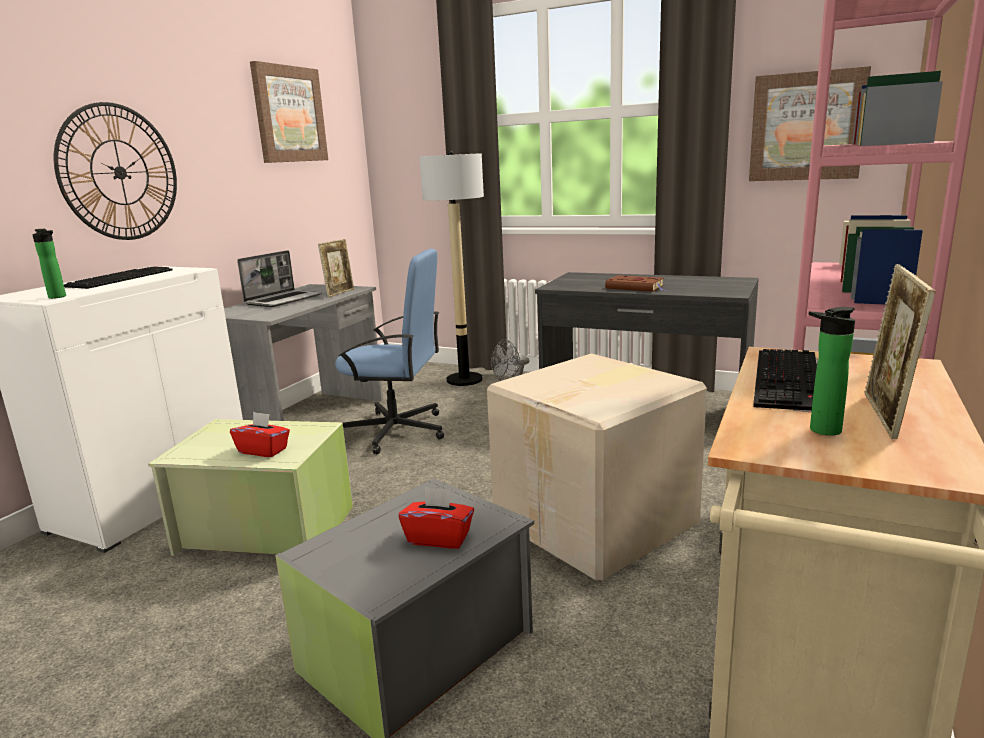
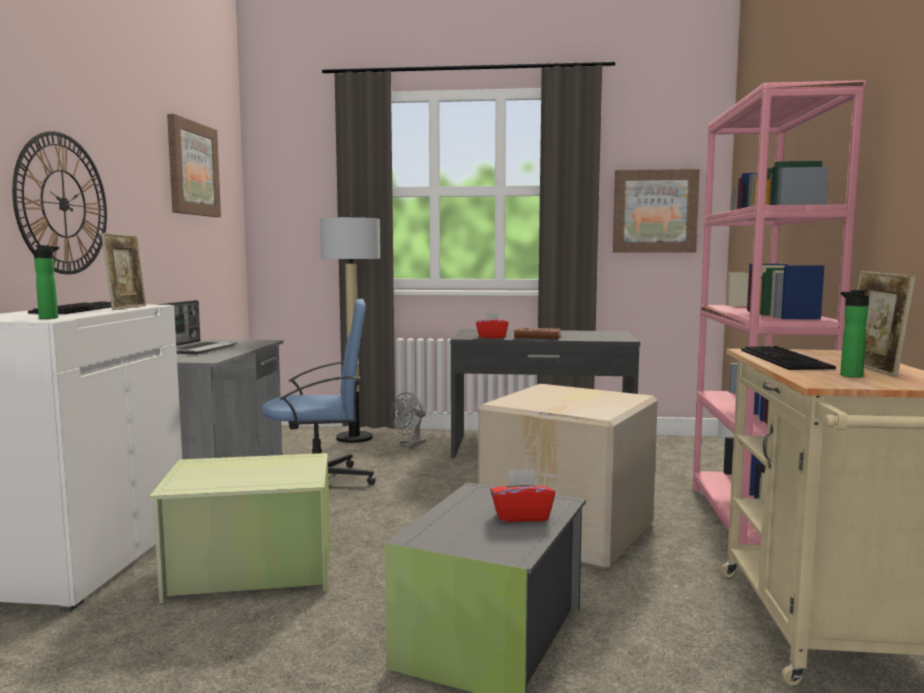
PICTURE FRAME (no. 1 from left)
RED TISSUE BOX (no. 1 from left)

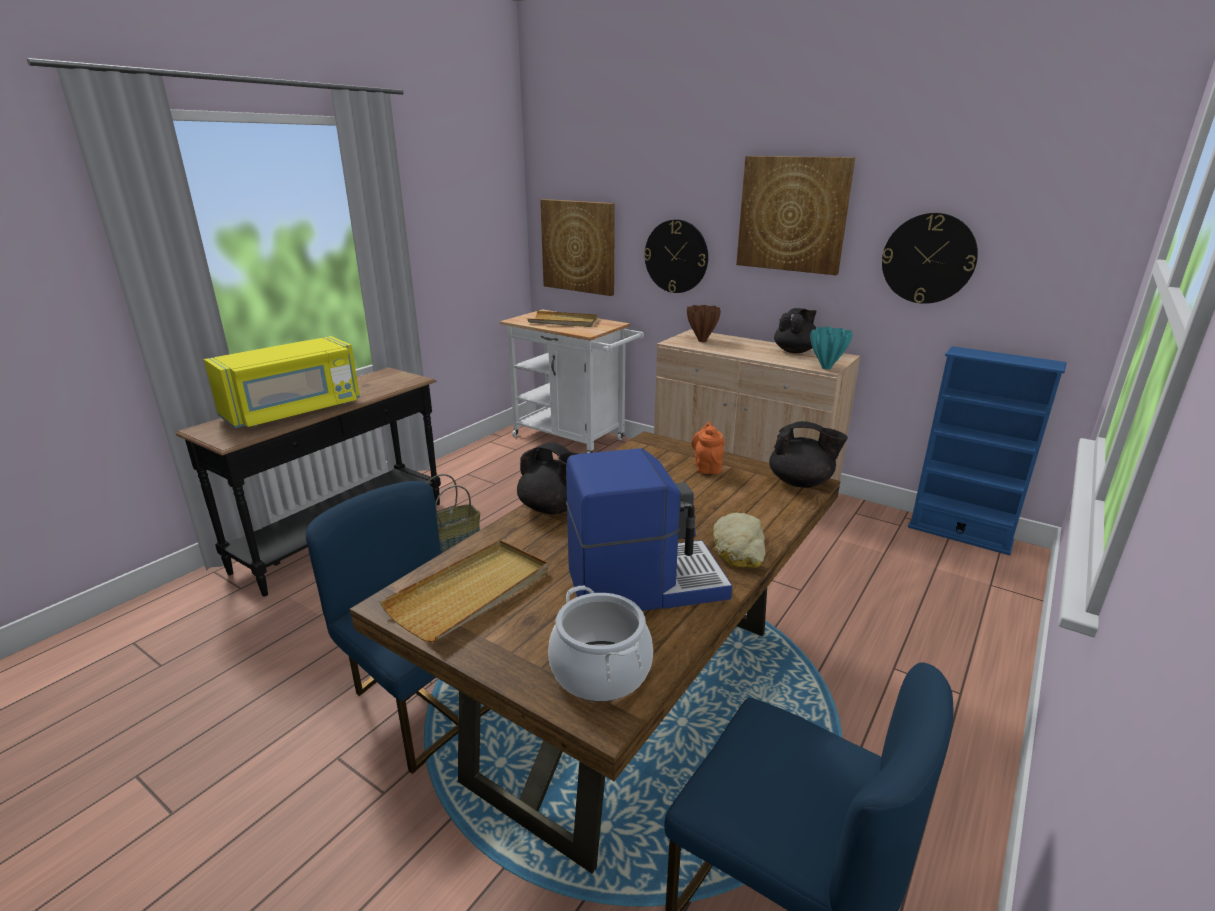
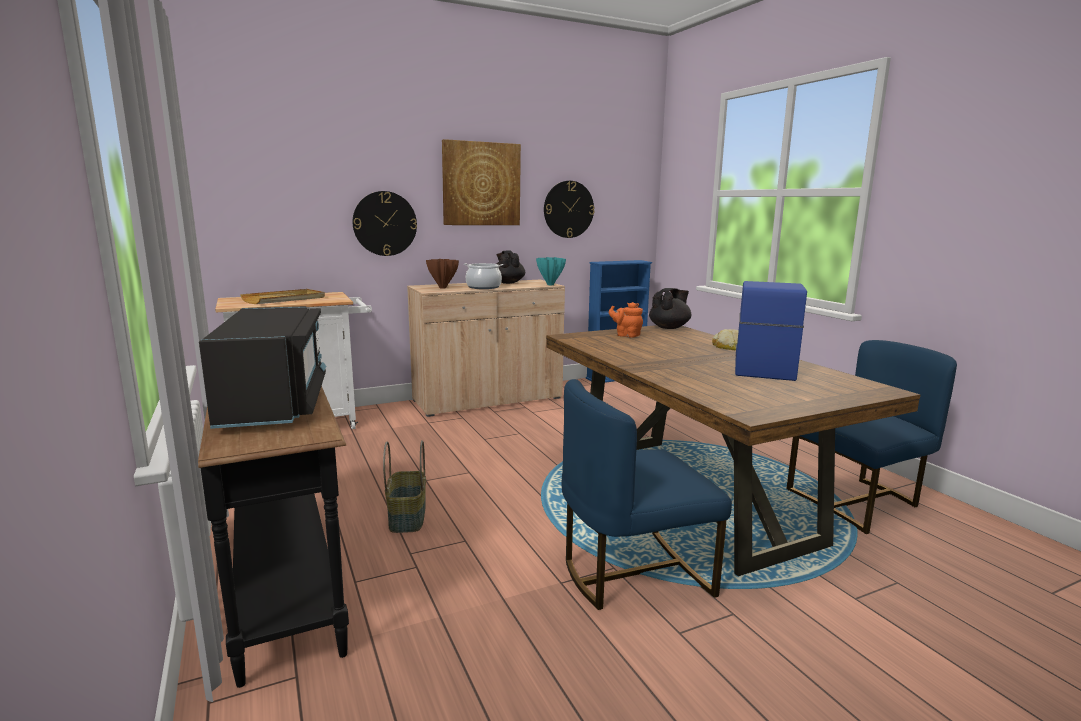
BLACK MICROWAVE
COOKING POT
BEIGE TRAY (no. 1 from left in the first image)
BLACK TEAPOT (no. 1 from left in the first image)
PICTURE (no. 1 from left in the first image)

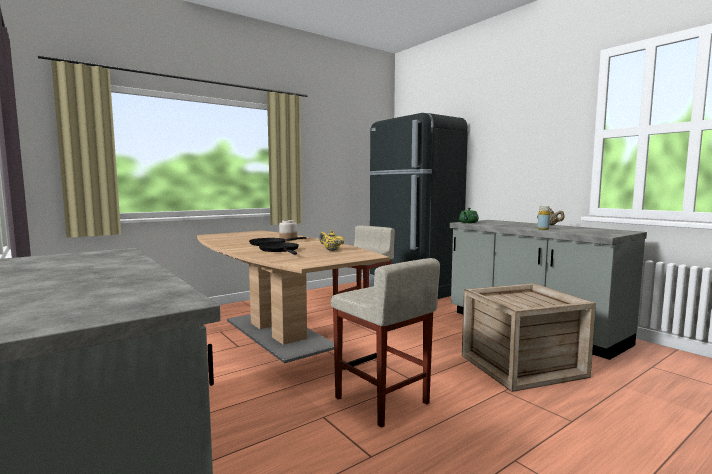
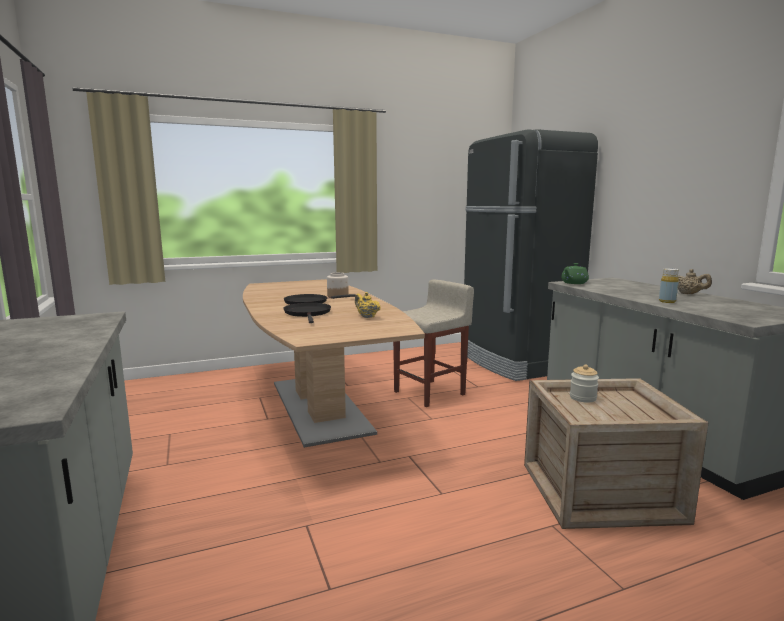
JAR (no. 2 from left)
BEIGE STOOL (no. 2 from left in the first image)

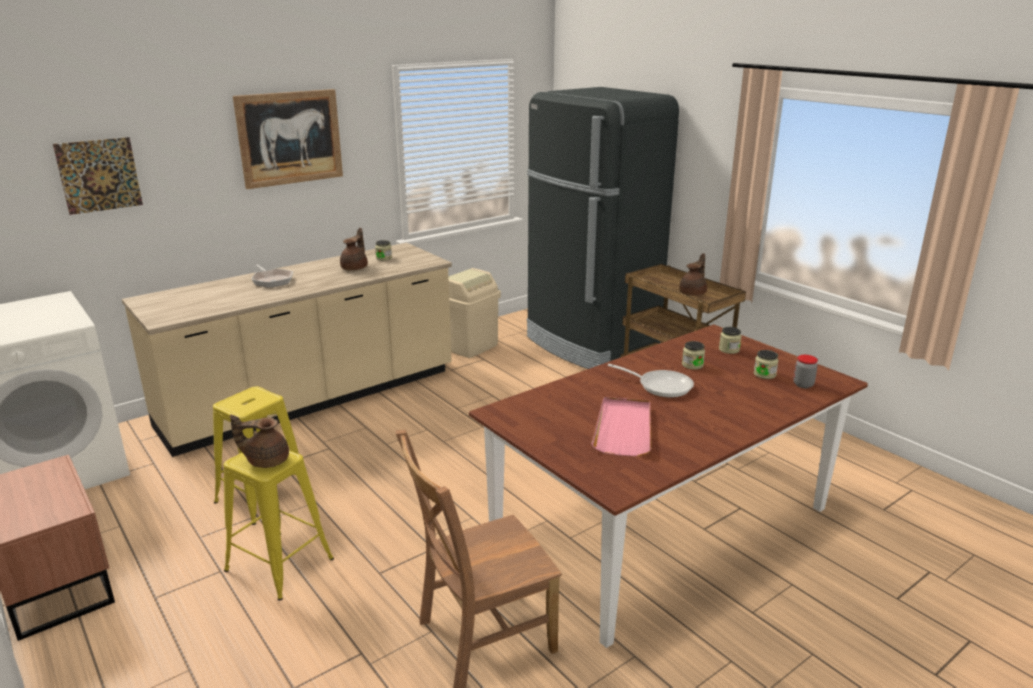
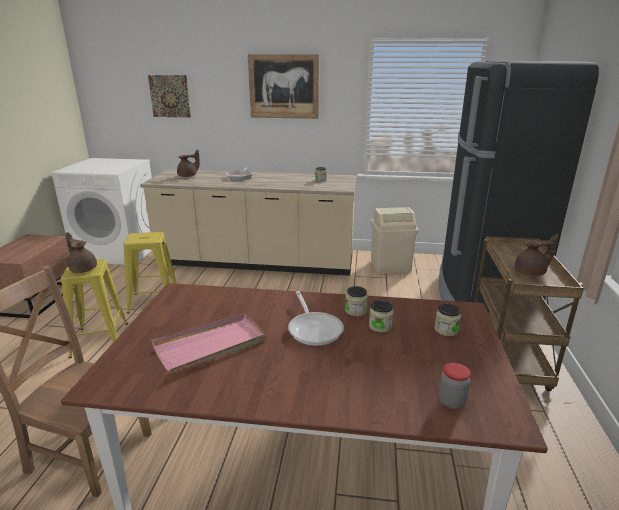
BROWN TEAPOT (no. 2 from left)
JAR (no. 2 from left)

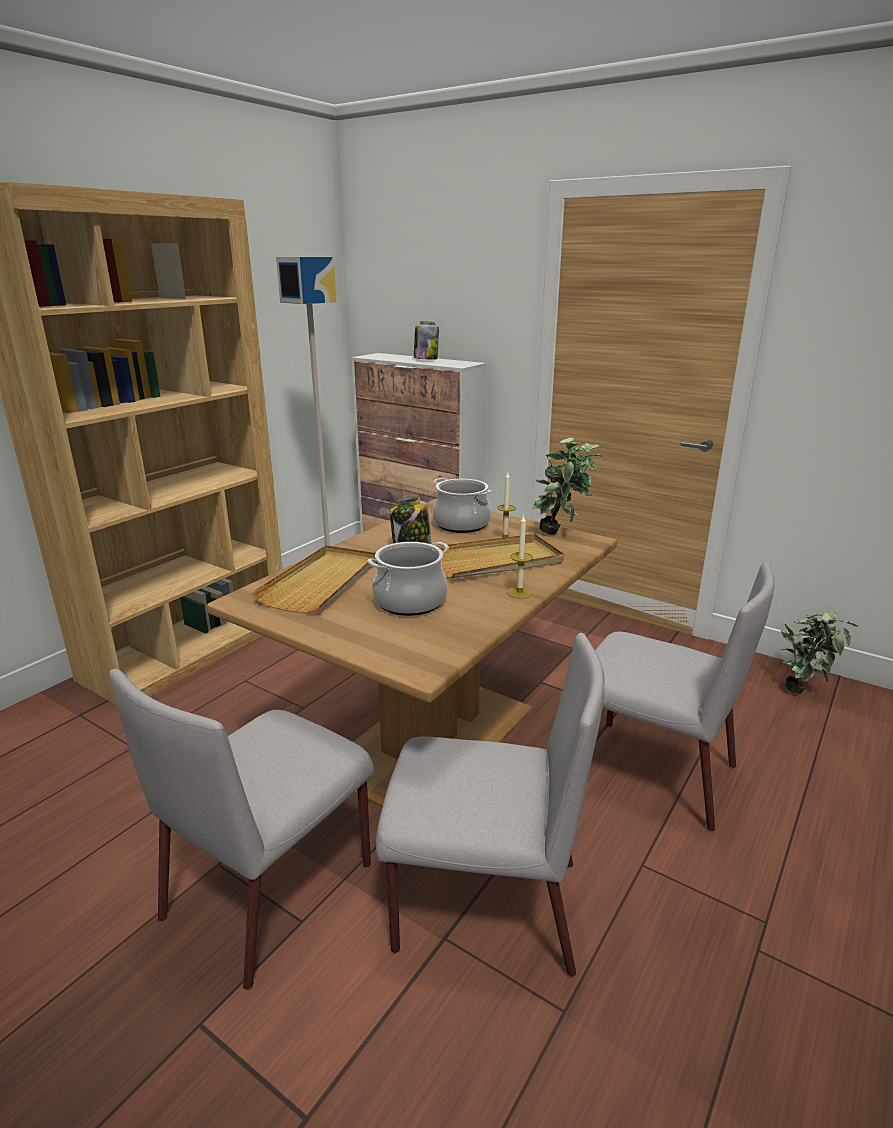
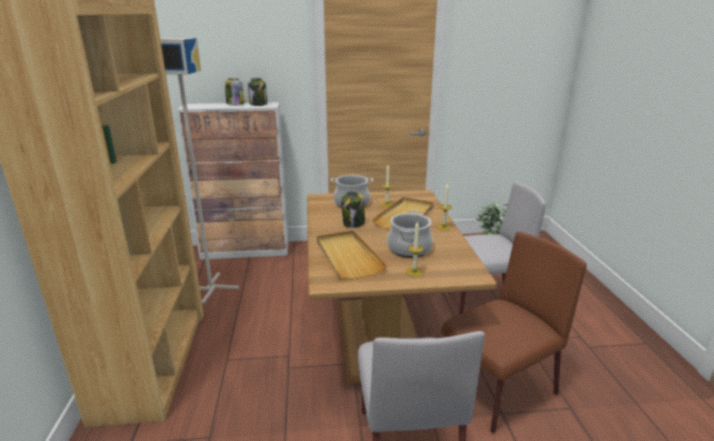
JAR (no. 2 from left)
CANDLE (no. 2 from left)
BROWN CHAIR
POTTED PLANT (no. 1 from left in the first image)

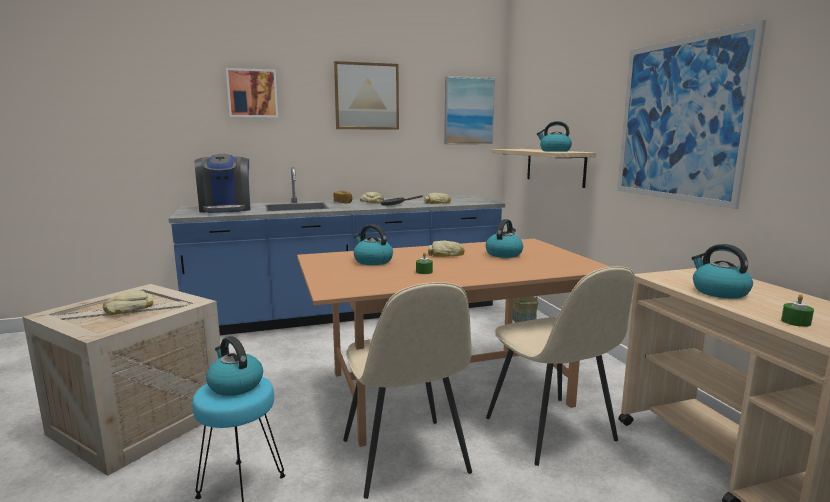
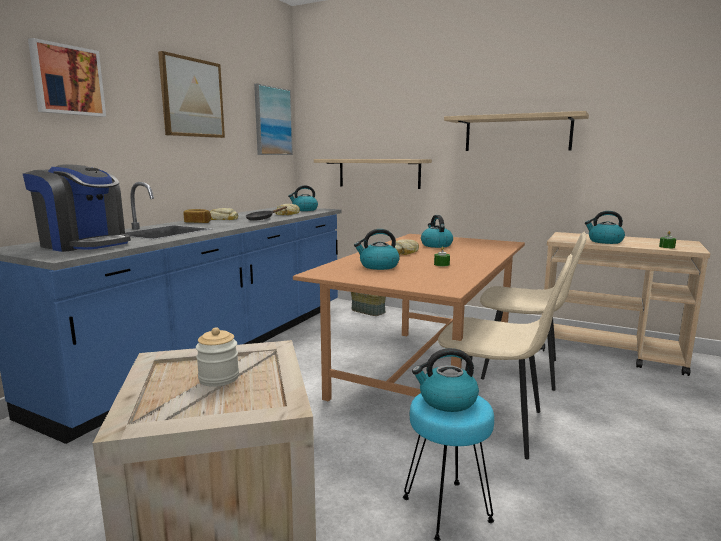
JAR
KETTLE (no. 1 from left)
SHELF (no. 2 from left)

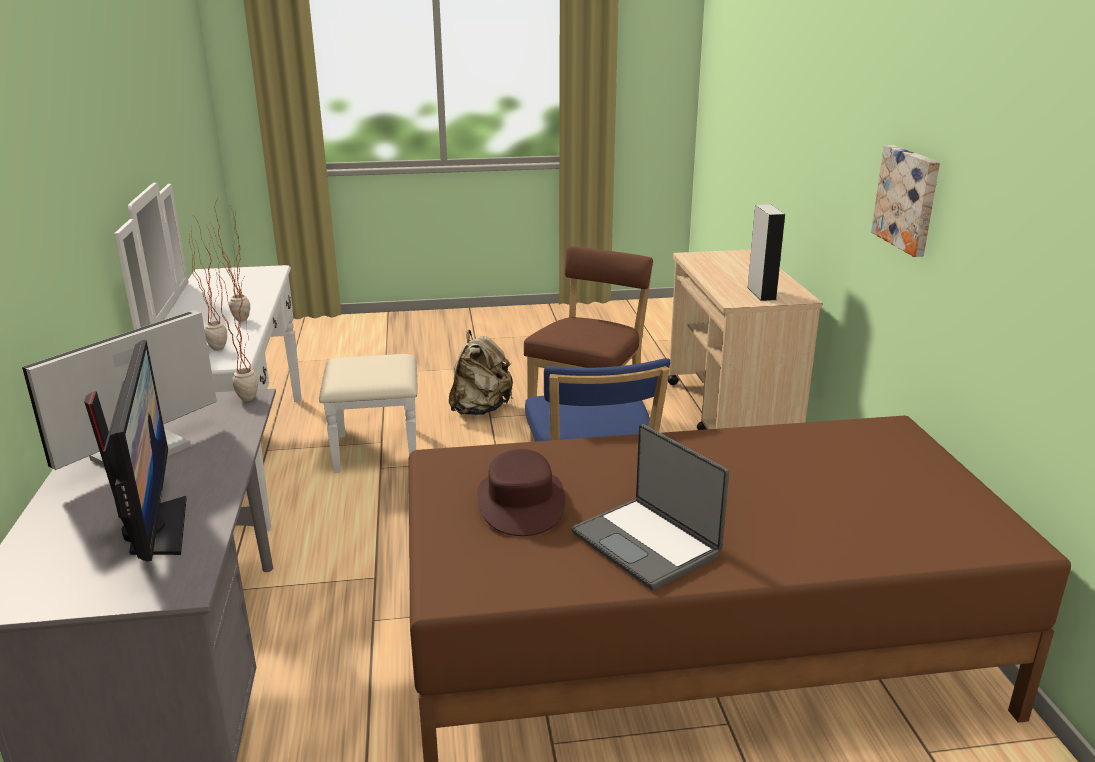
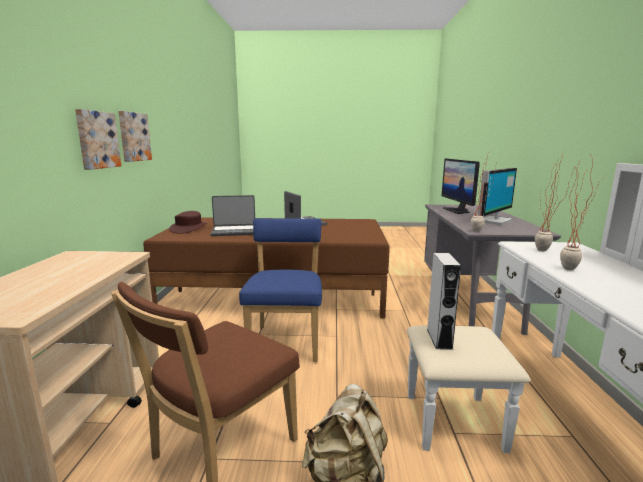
PICTURE (no. 2 from left)
BROWN HAT
LAPTOP (no. 1 from left)
GREY SPEAKER

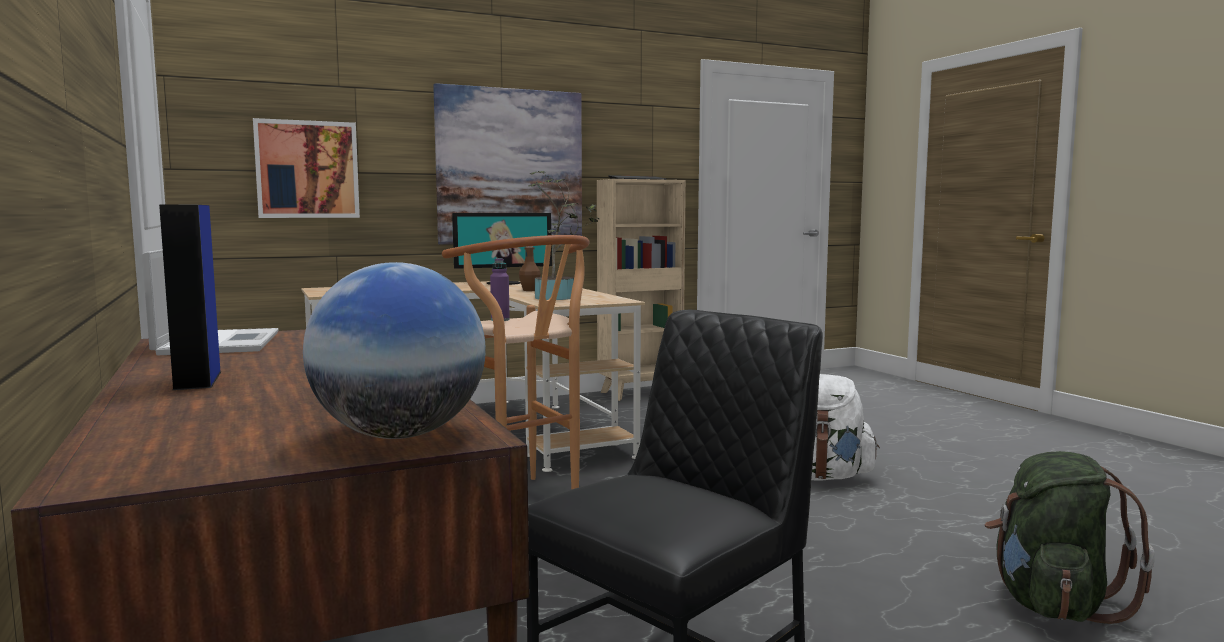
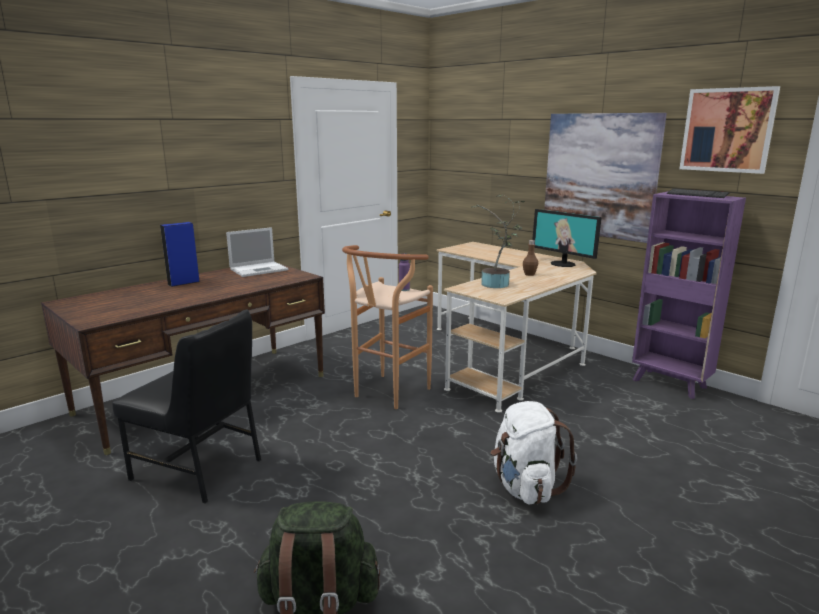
PURPLE BOOKCASE
PICTURE (no. 2 from left)
GLOBE

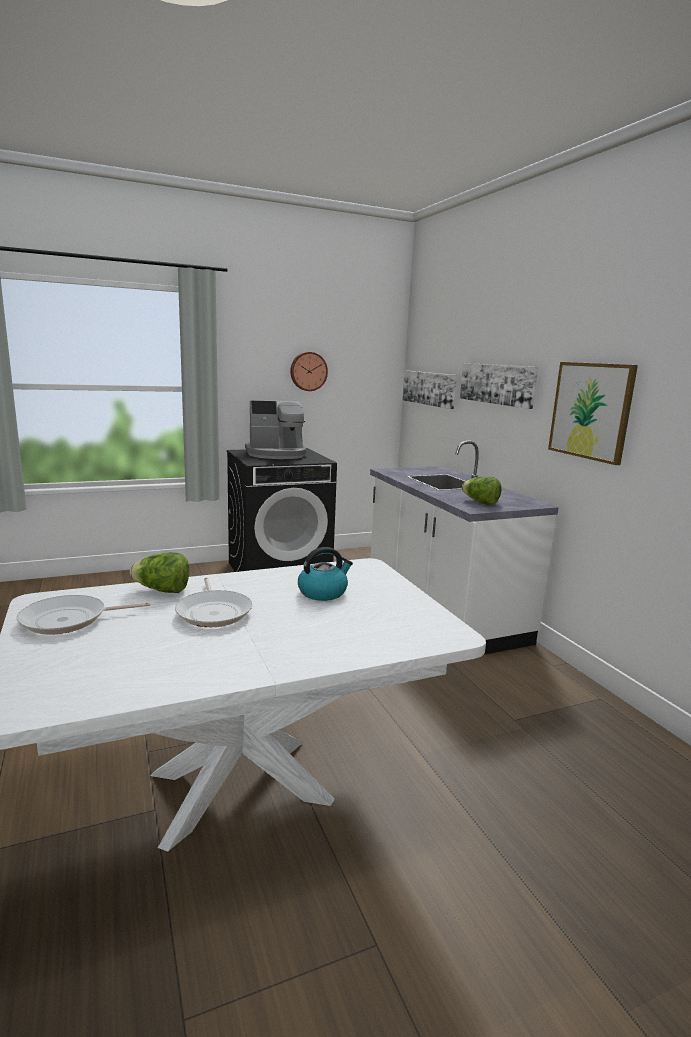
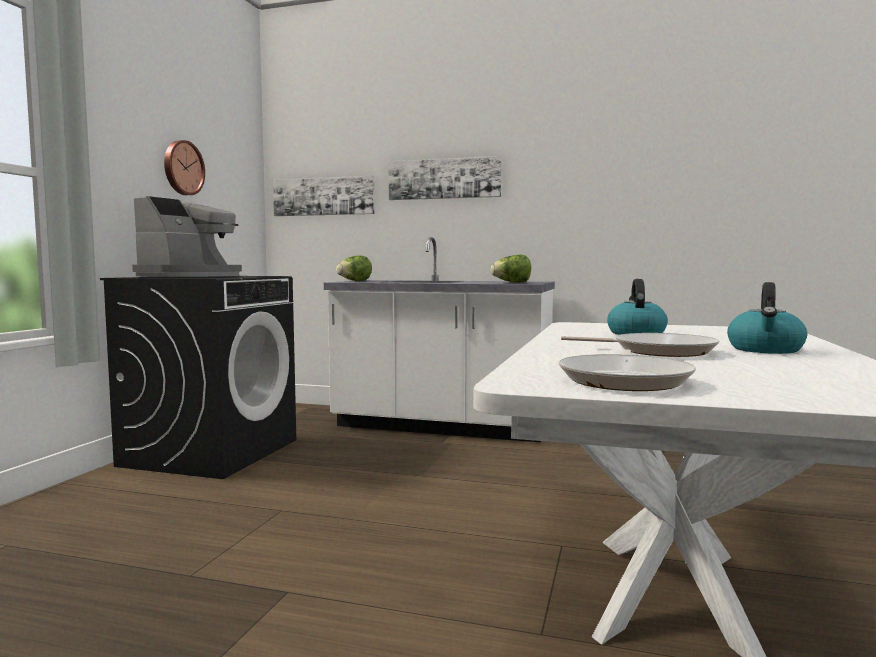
LETTUCE (no. 1 from left)
KETTLE (no. 2 from left)
PICTURE (no. 3 from left in the first image)

